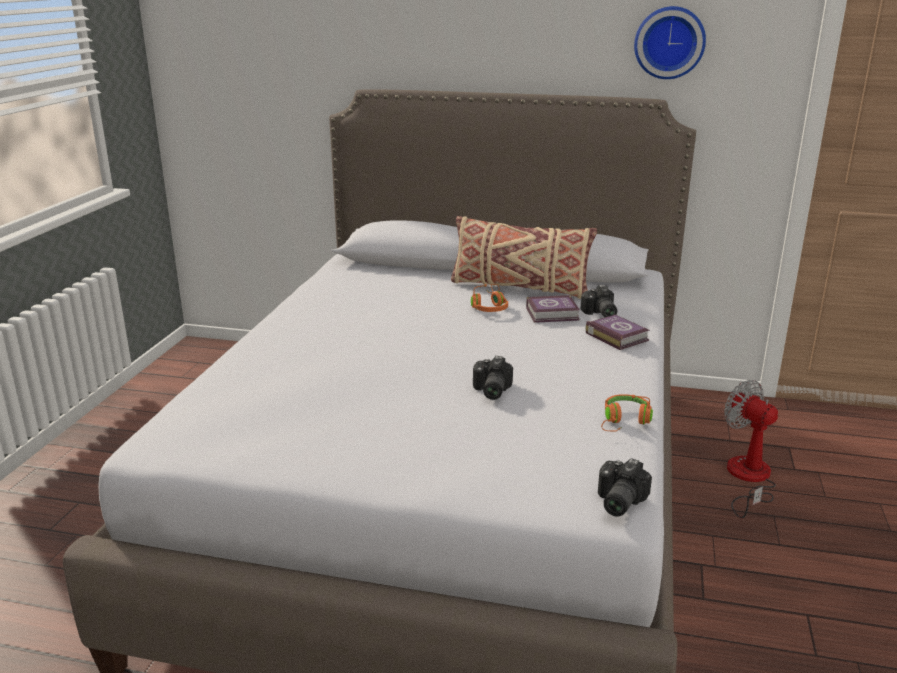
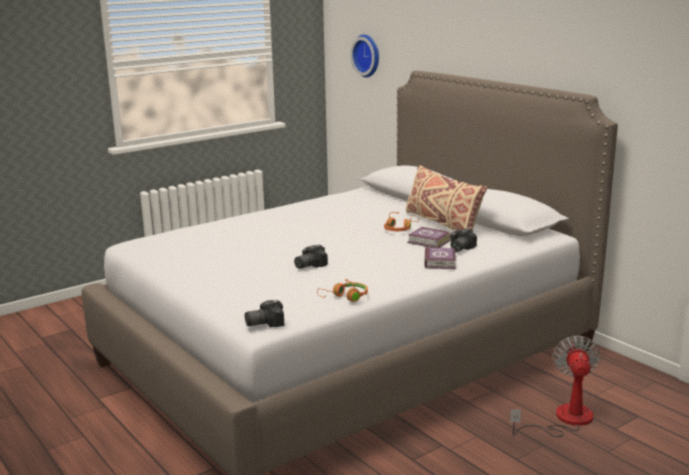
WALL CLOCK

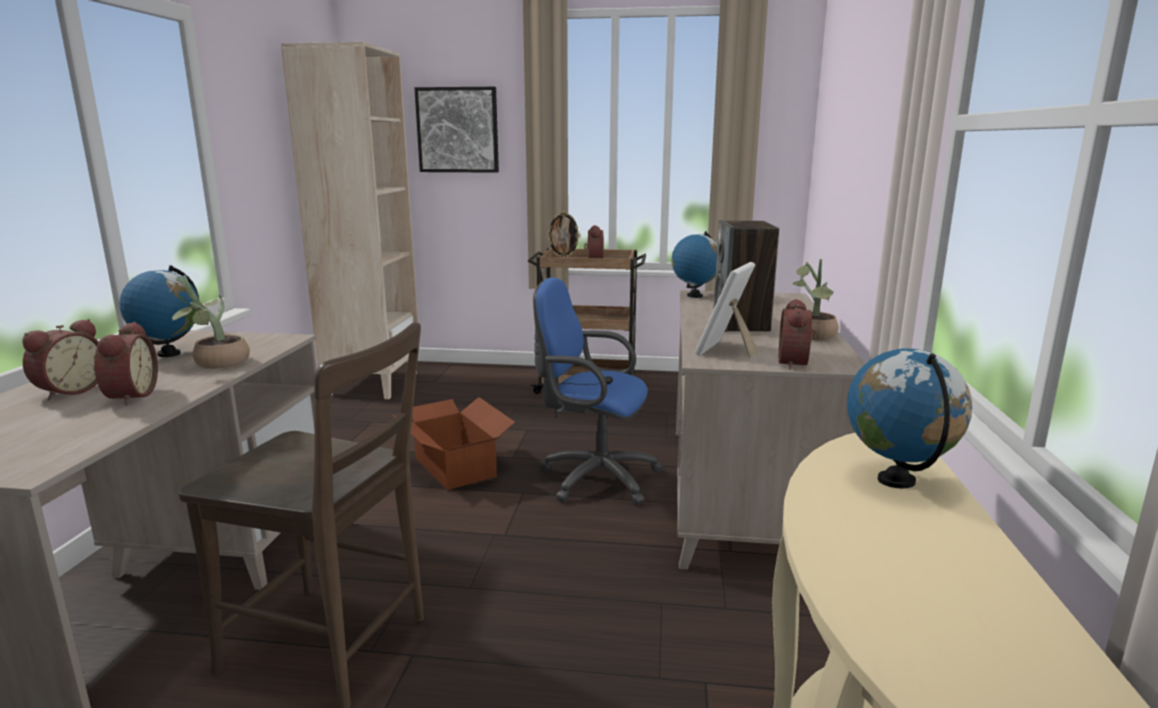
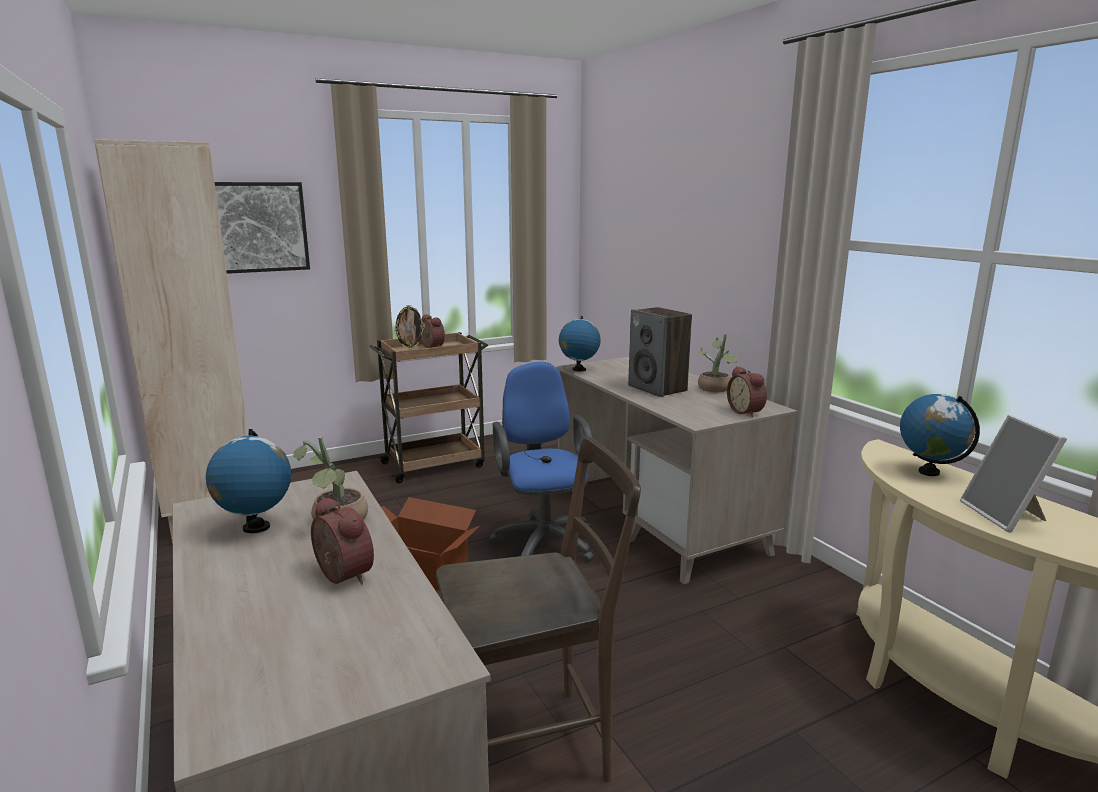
BLUE OFFICE CHAIR
PICTURE FRAME (no. 2 from left)
ALARM CLOCK (no. 1 from left in the first image)

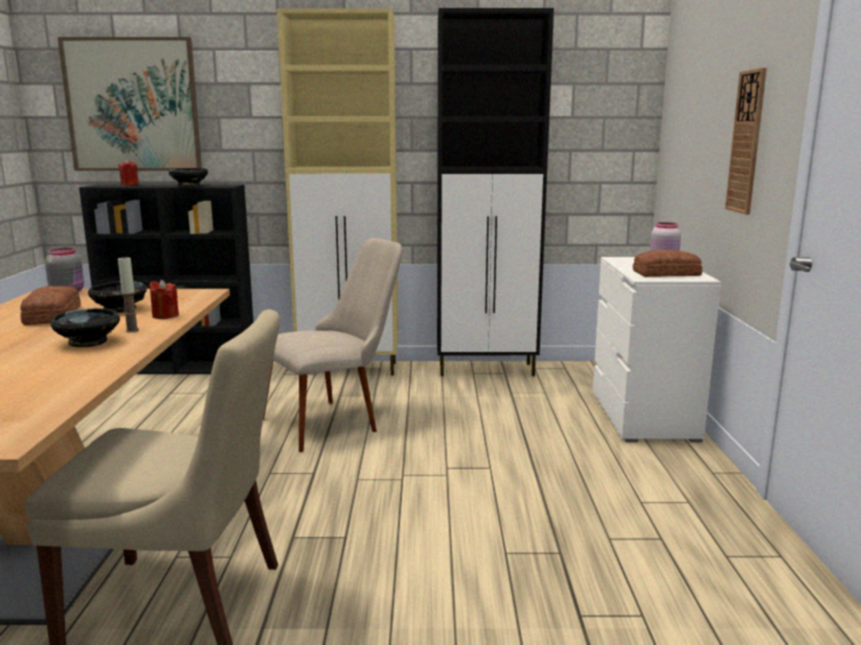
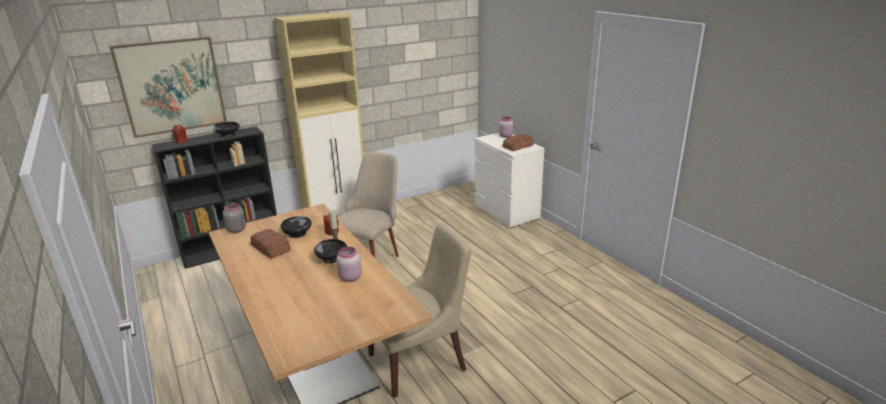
PINK JAR (no. 1 from left)
BLACK CABINET
WALL CLOCK

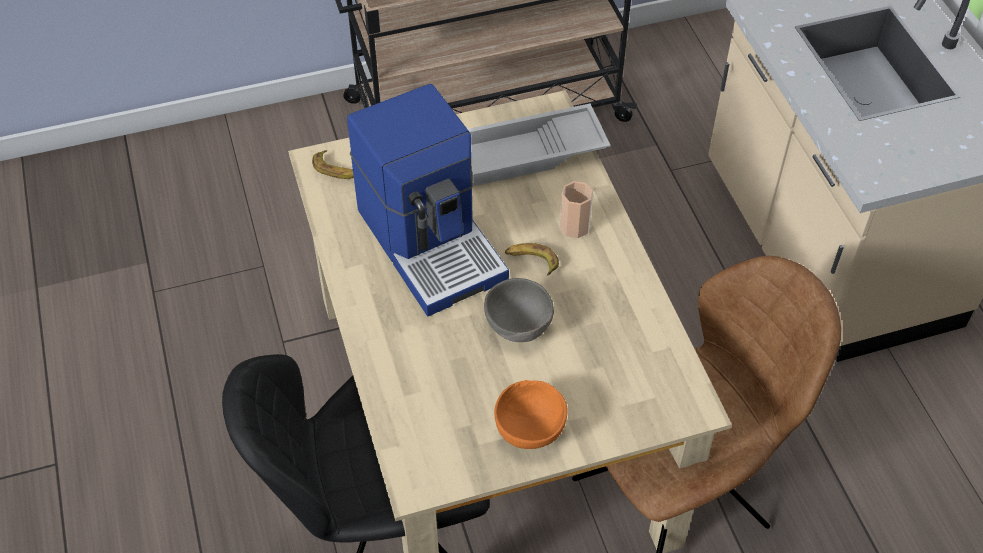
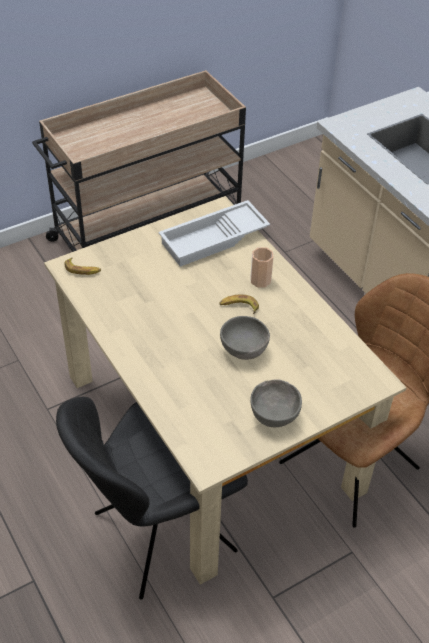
GREY BOWL (no. 2 from left)
COFFEE MACHINE

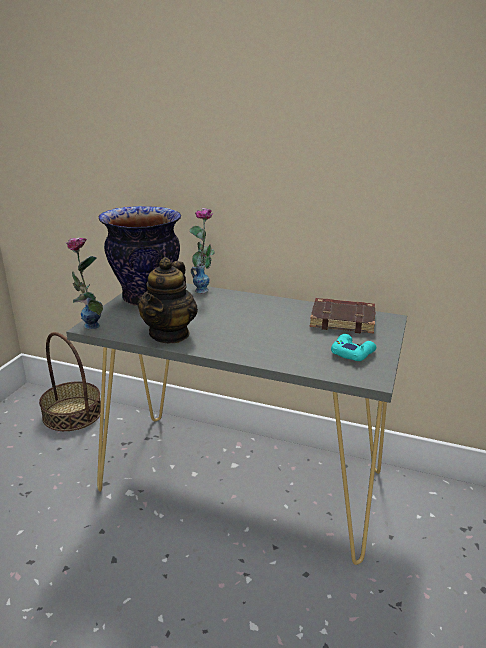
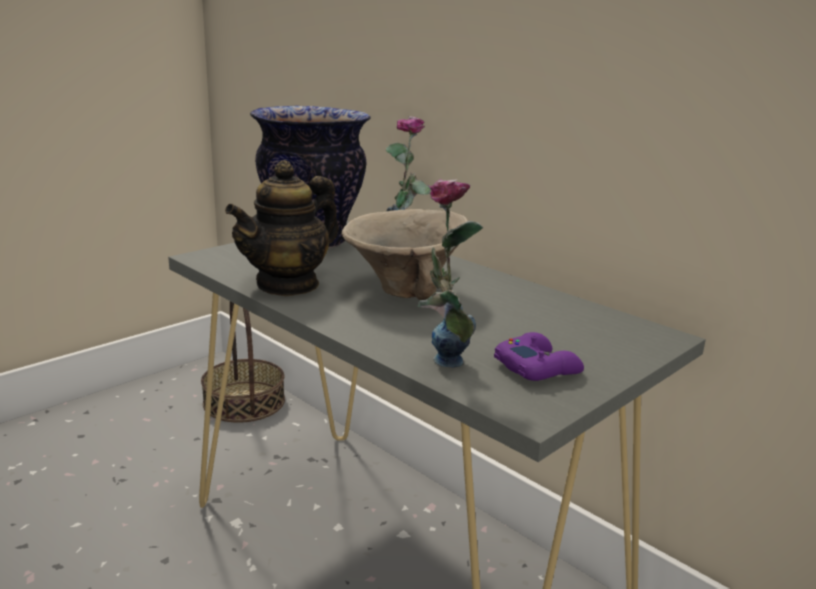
BEIGE BOWL
VASE (no. 3 from left)
PURPLE GAME CONTROLLER
BROWN BOOK

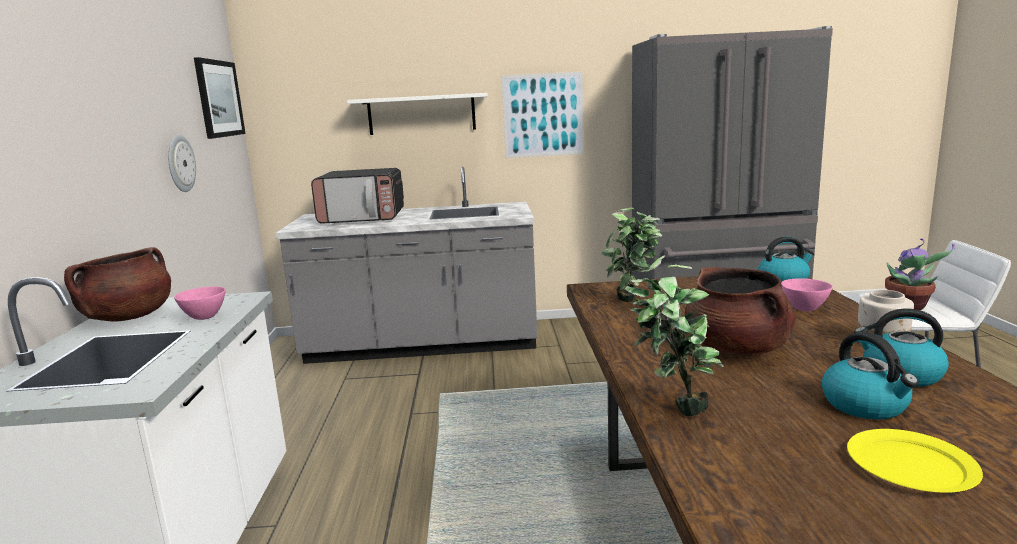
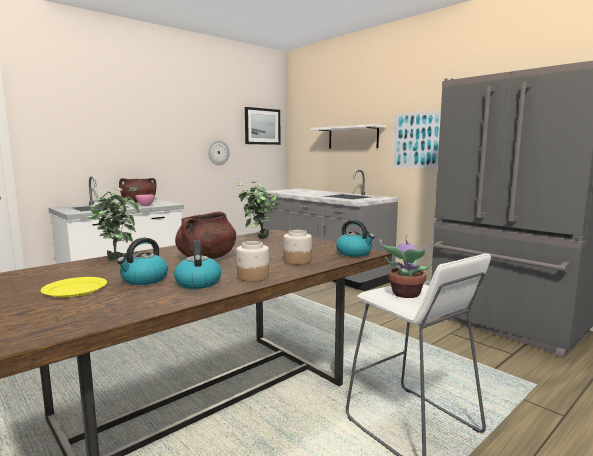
JAR (no. 2 from left)
MICROWAVE

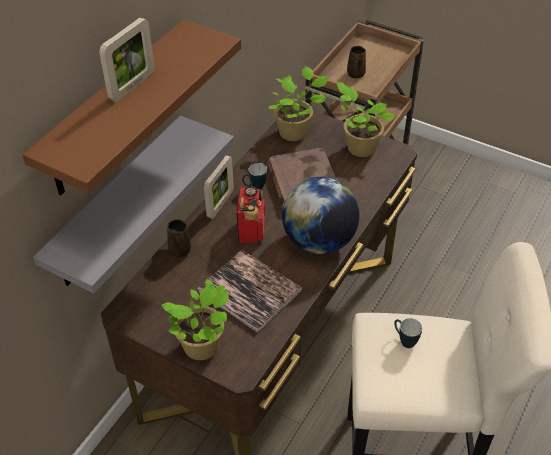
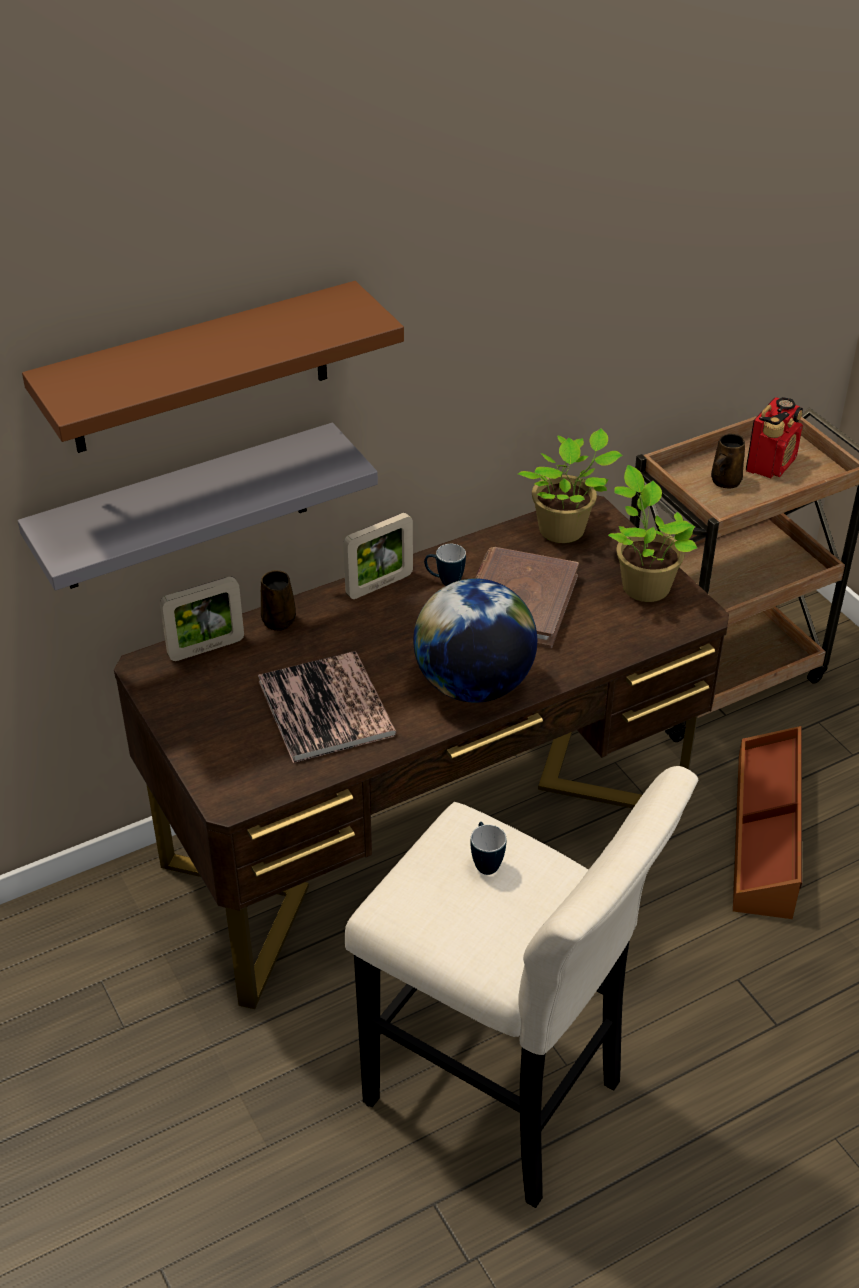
PICTURE FRAME (no. 1 from left)
BROWN STORAGE BOX
RADIO
POTTED PLANT (no. 1 from left in the first image)

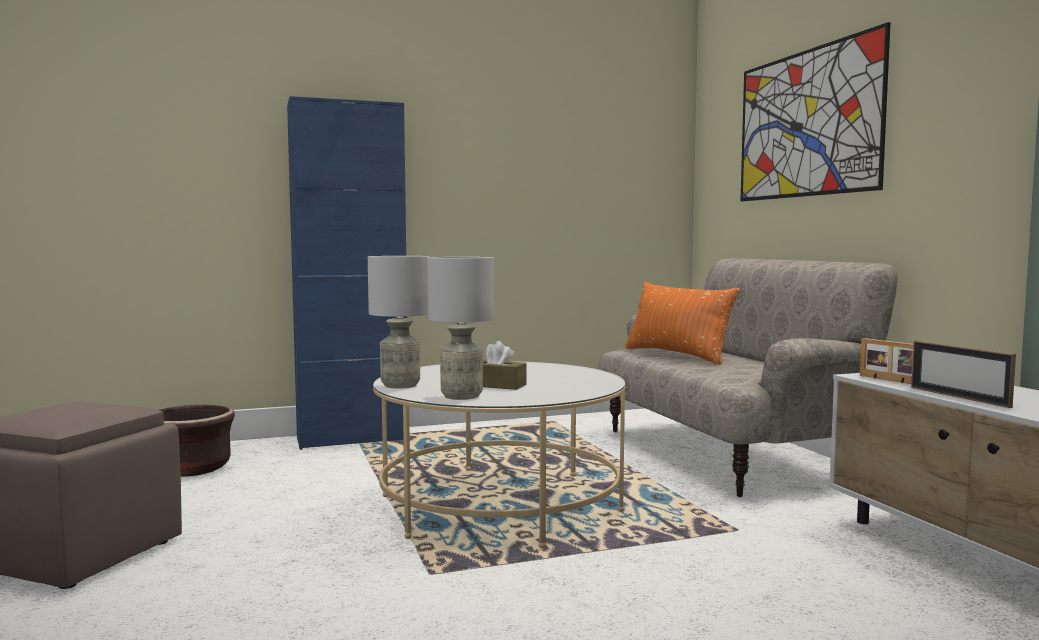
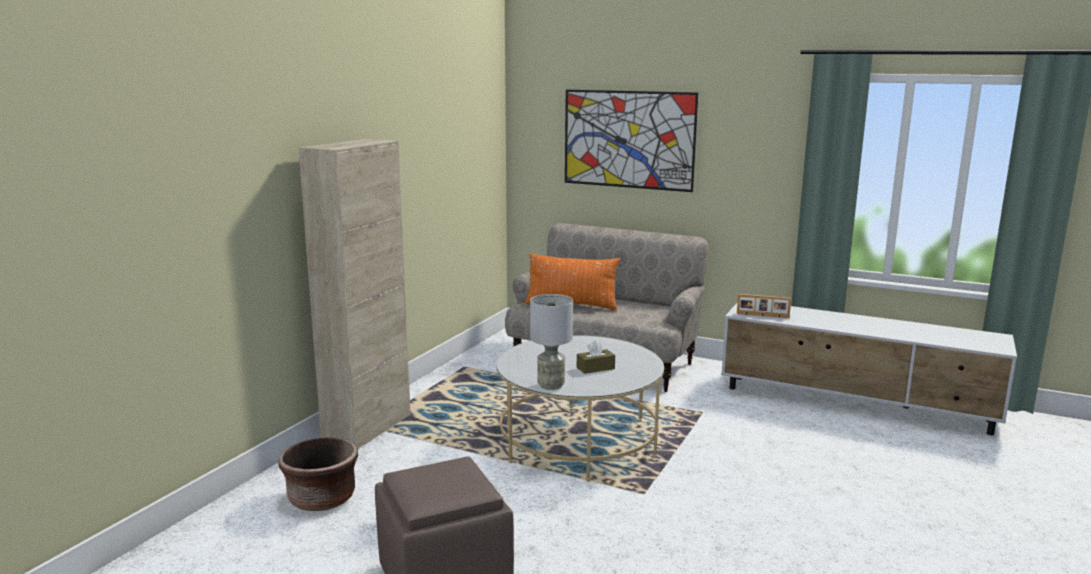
BEIGE CABINET
GREY TABLE LAMP (no. 2 from left in the first image)
PICTURE FRAME (no. 2 from left in the first image)

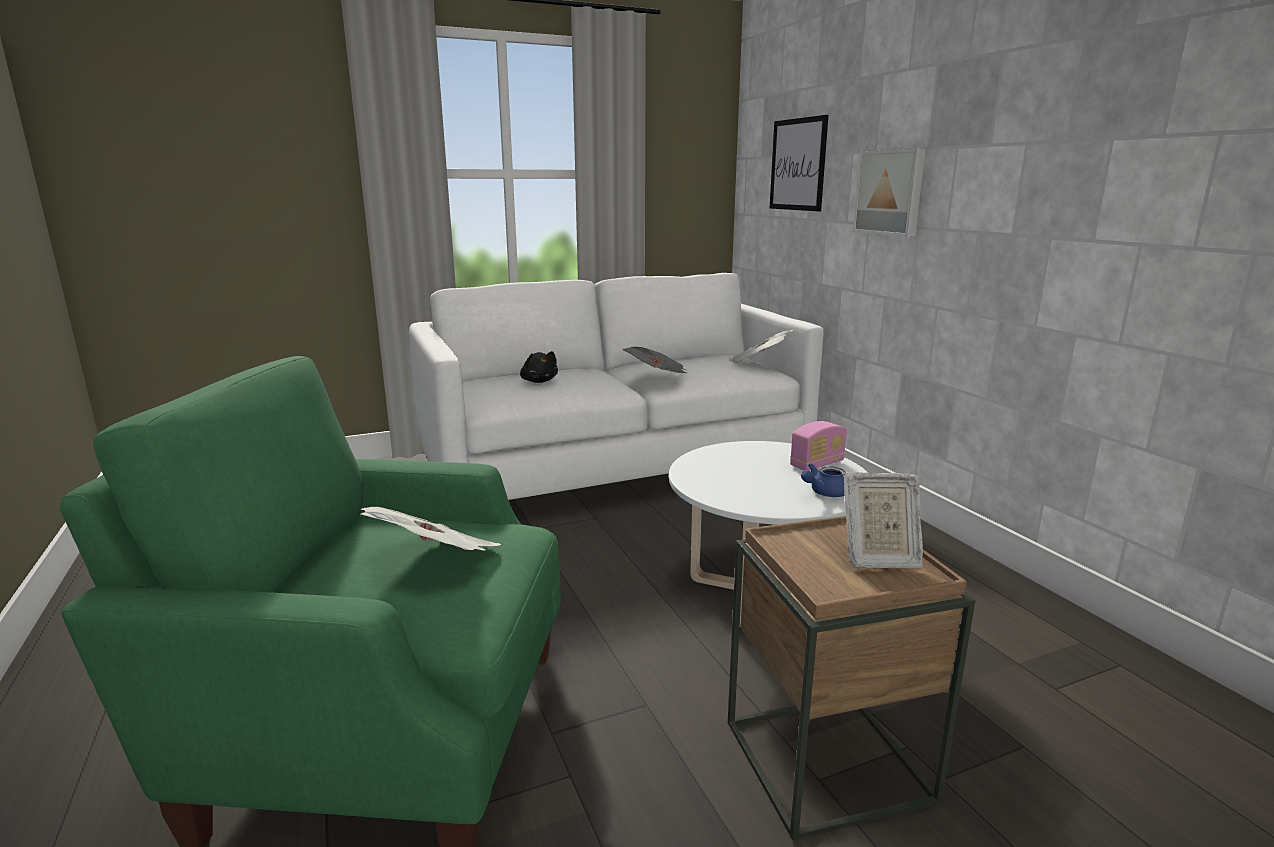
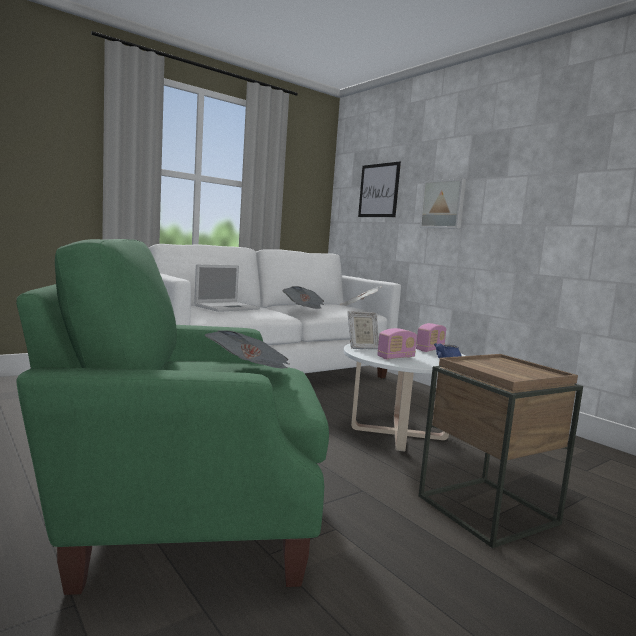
LAPTOP
PICTURE FRAME
RADIO (no. 1 from left)

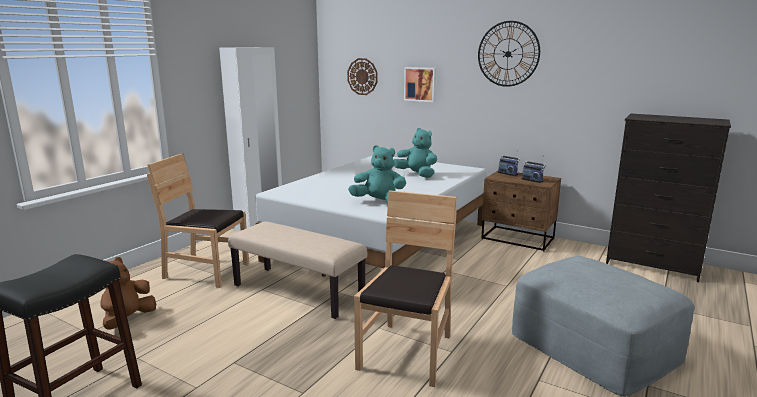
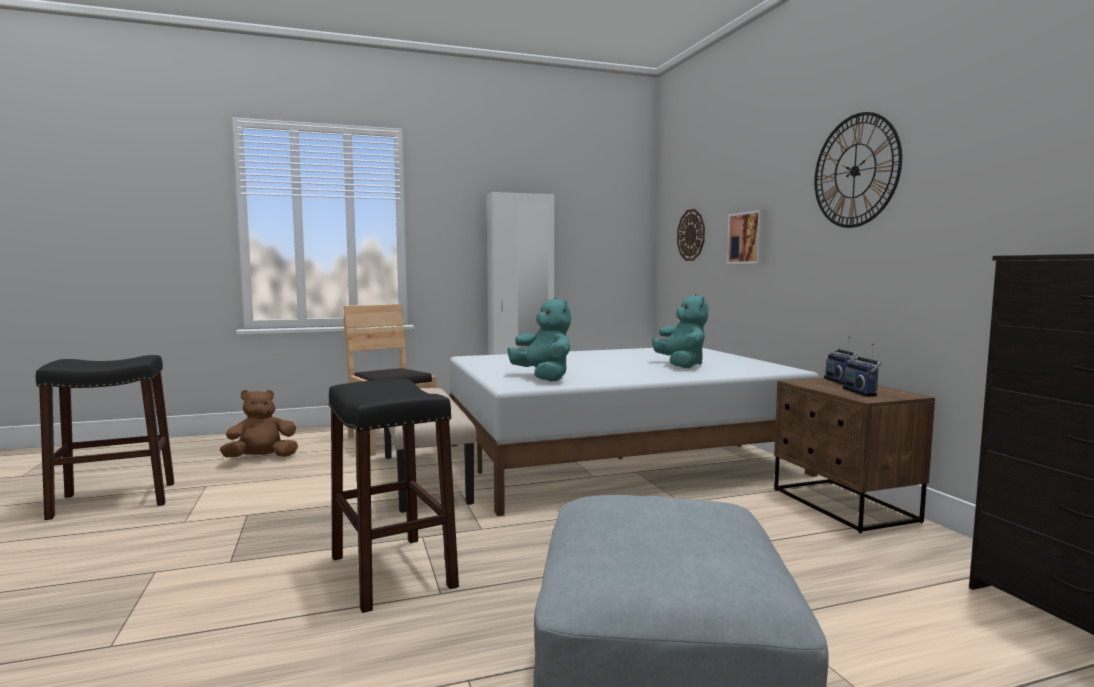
BLACK STOOL (no. 2 from left)

